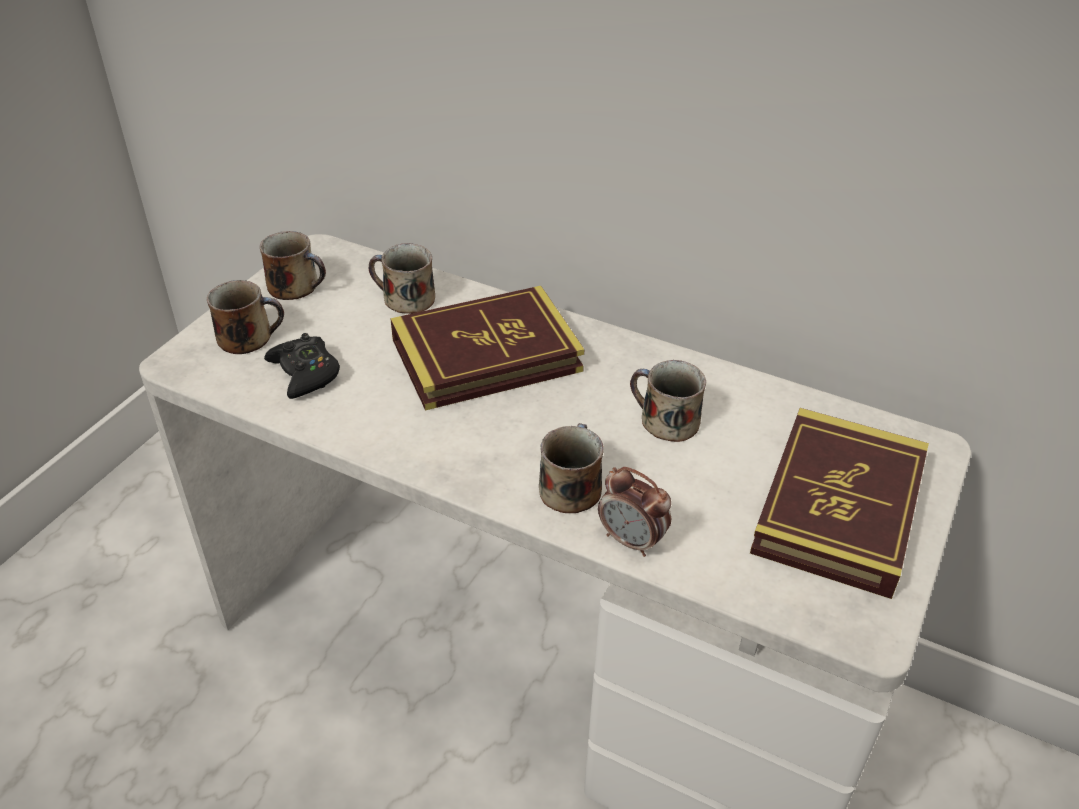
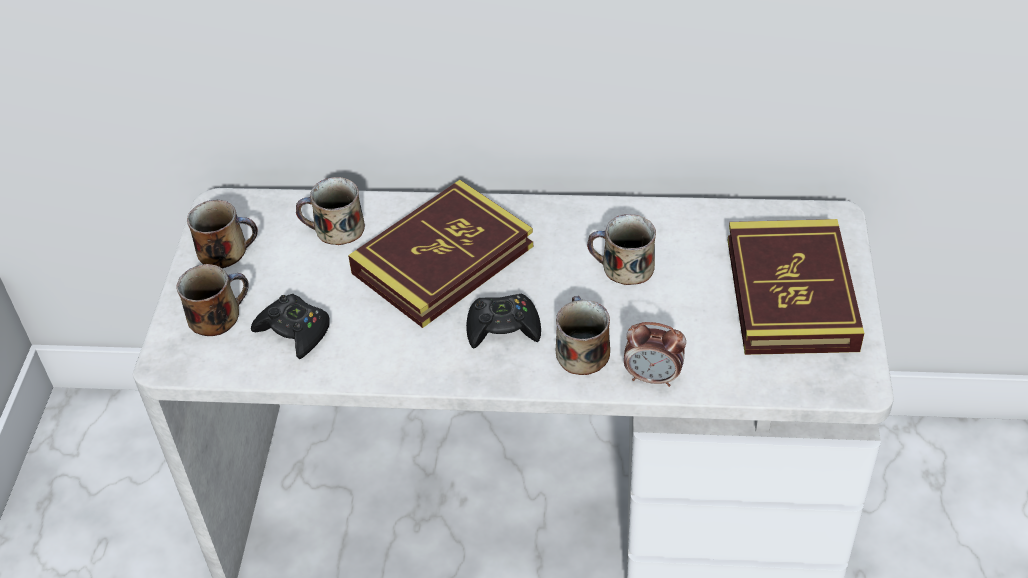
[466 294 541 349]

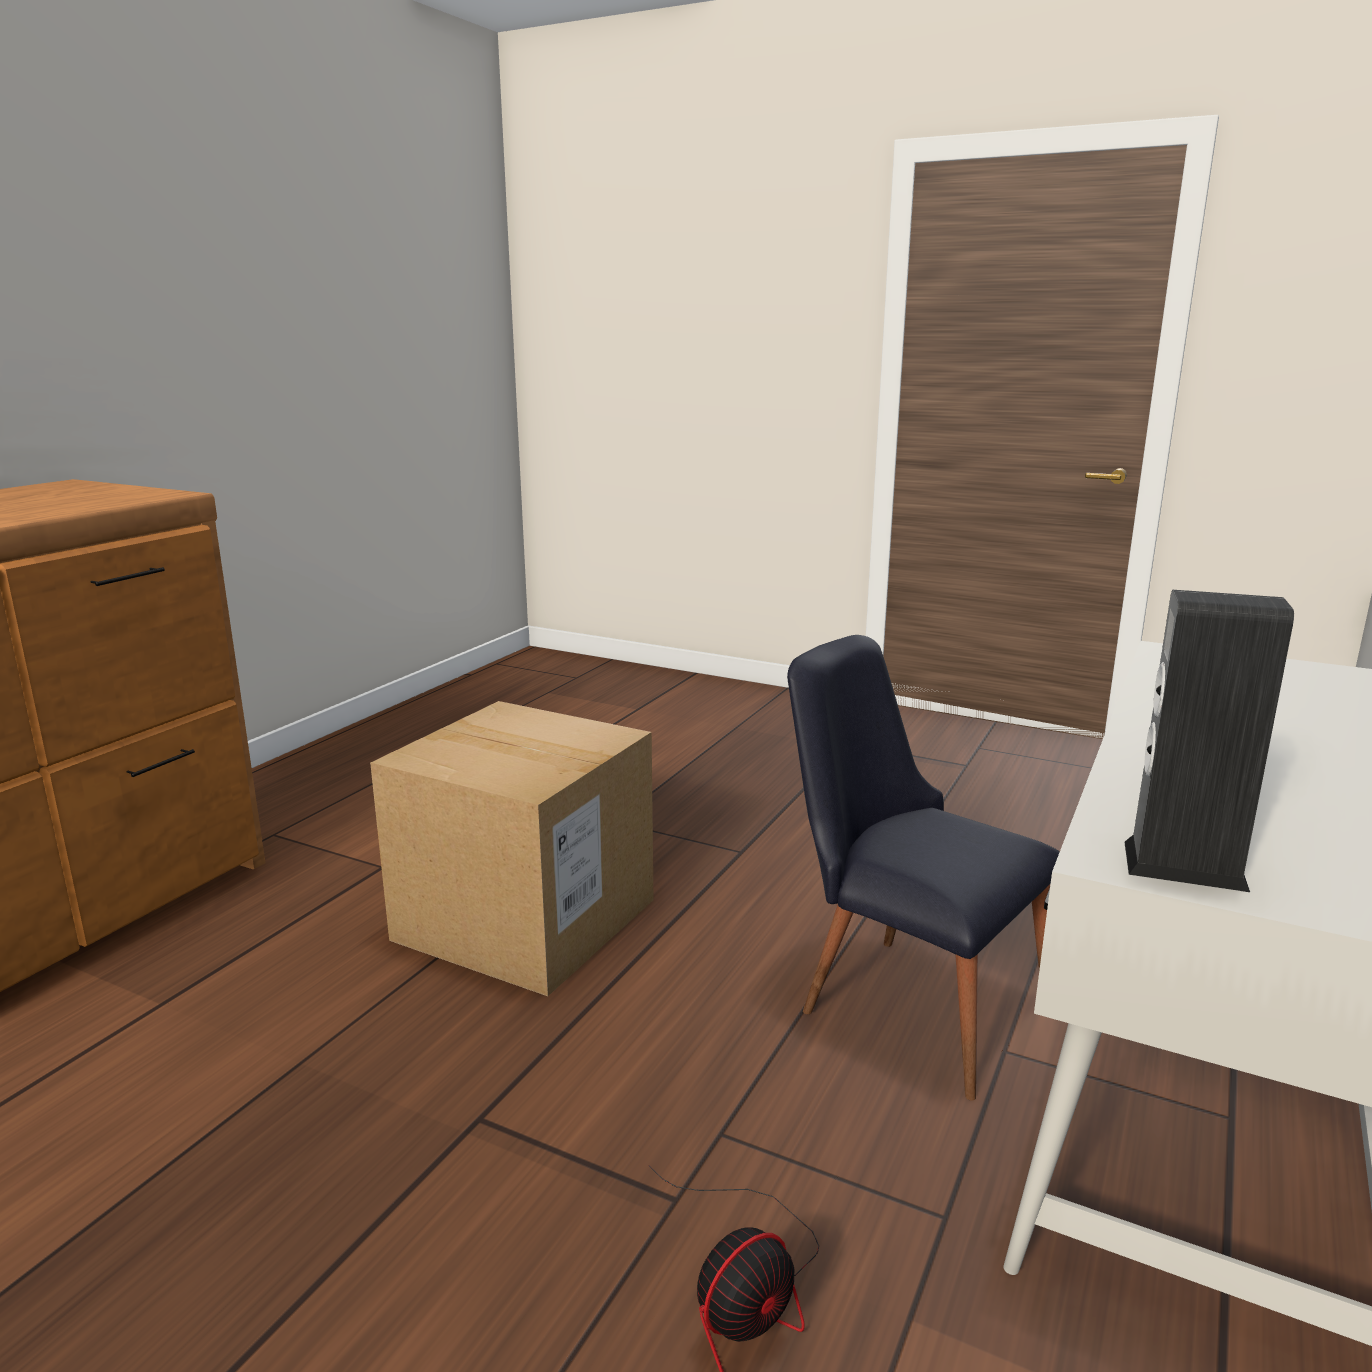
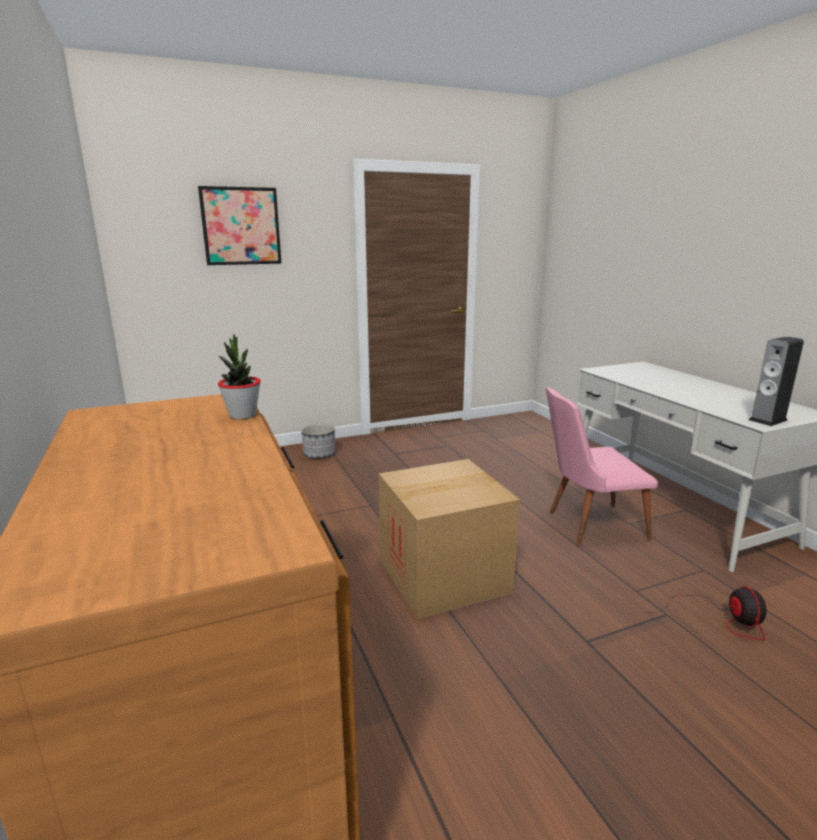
[198 186 282 265]
[218 334 261 419]
[301 424 335 459]
[546 387 658 546]

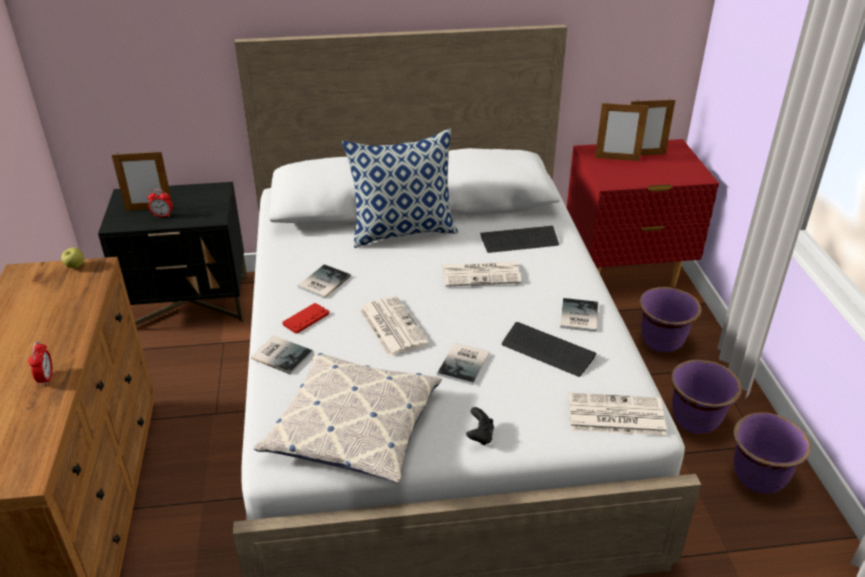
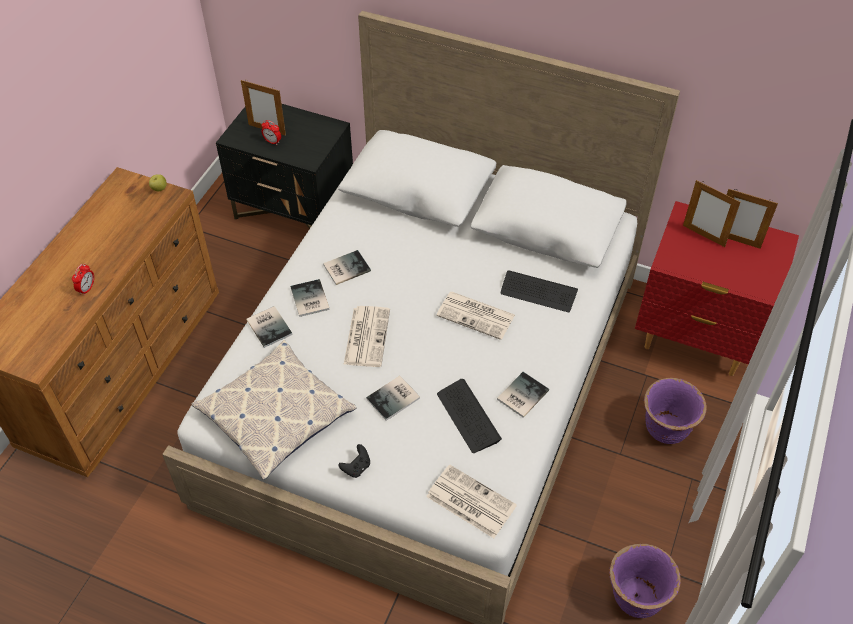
[342 129 458 248] (first image)
[671 360 742 434] (first image)
[290 279 329 317]

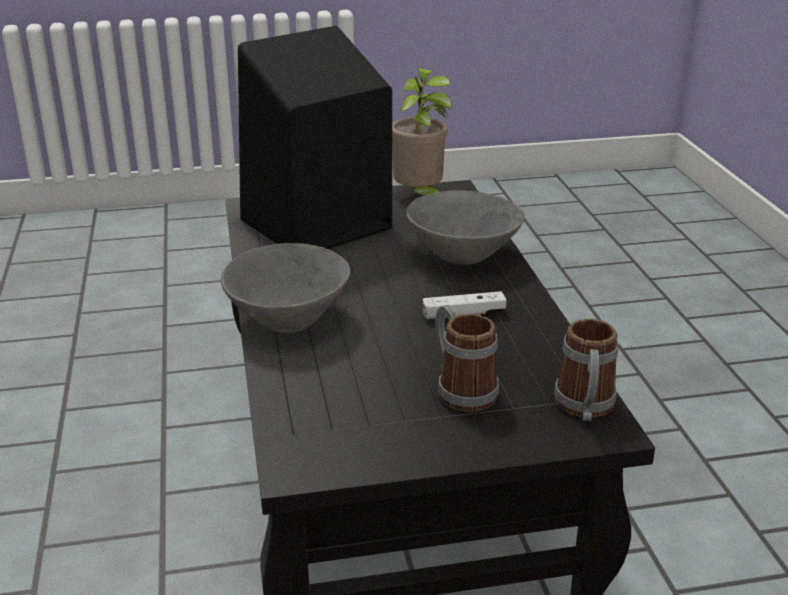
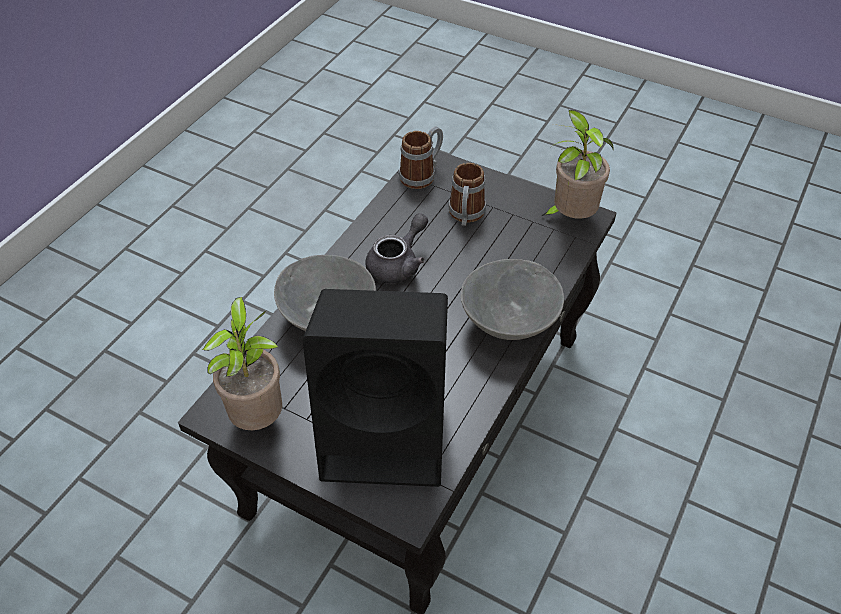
[541 110 614 219]
[365 213 428 284]

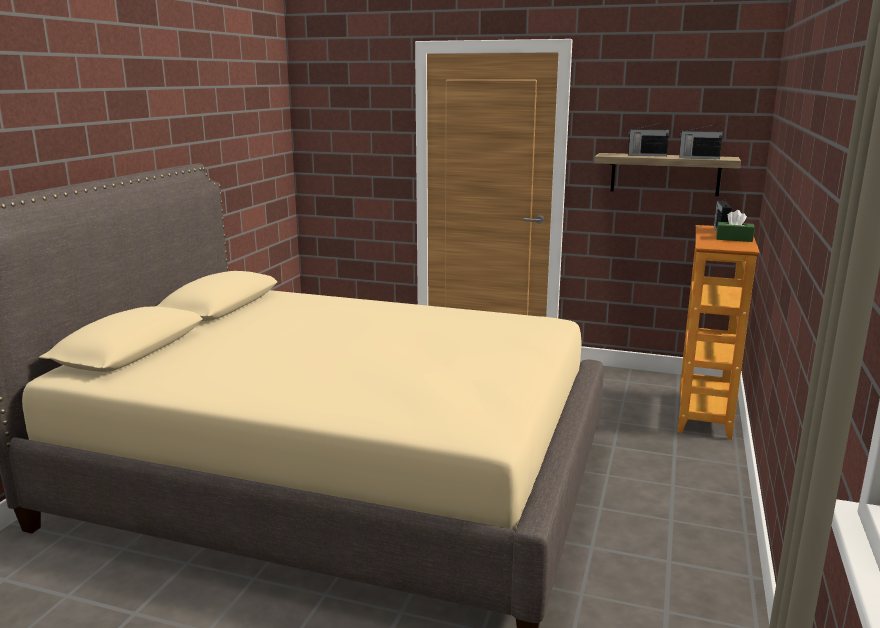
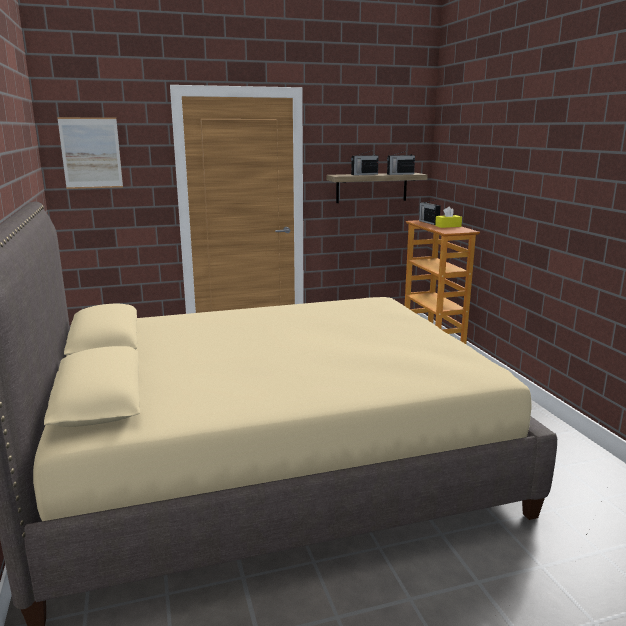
[57 117 123 189]
[435 206 462 228]

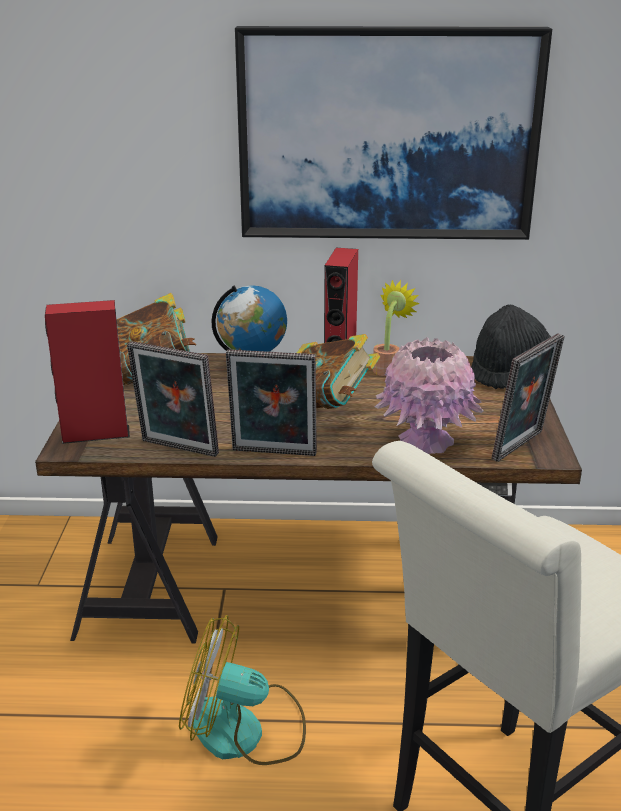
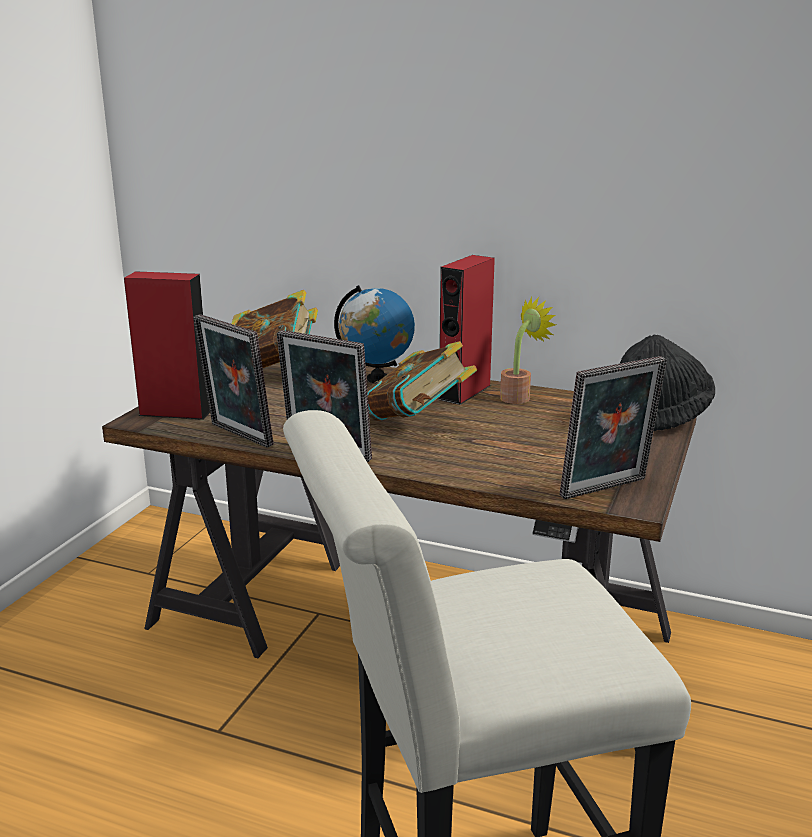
[179 615 306 765] (first image)
[235 26 552 240] (first image)
[375 337 483 454] (first image)

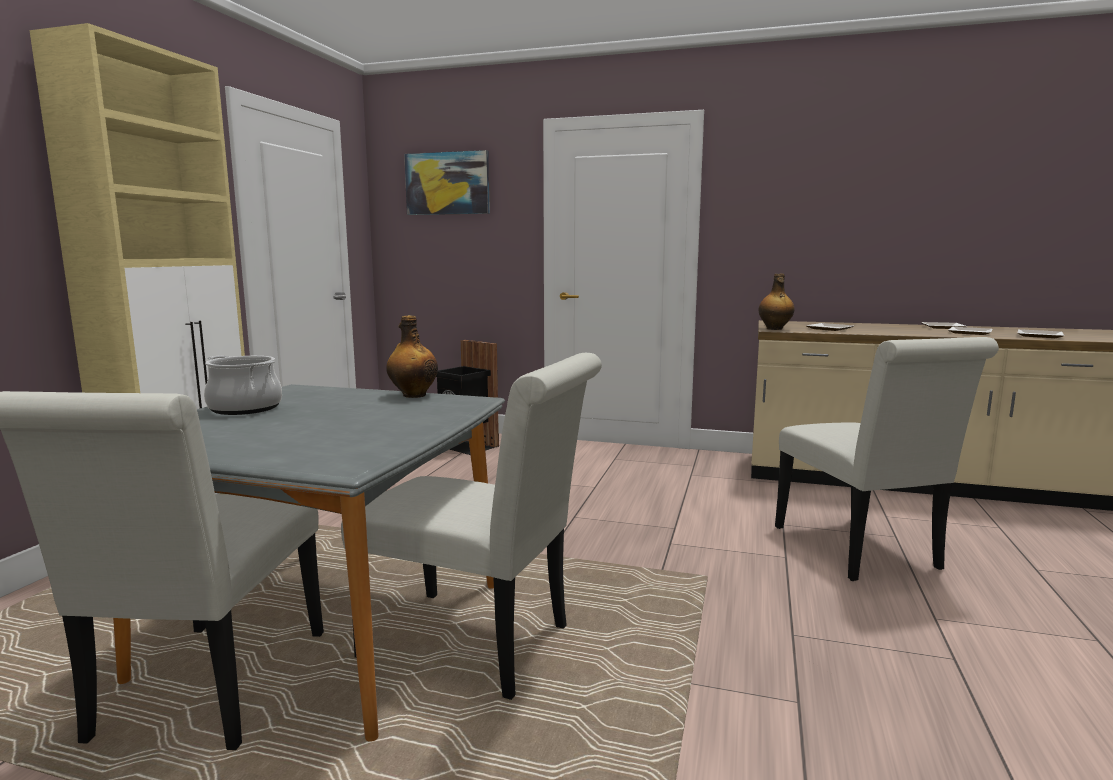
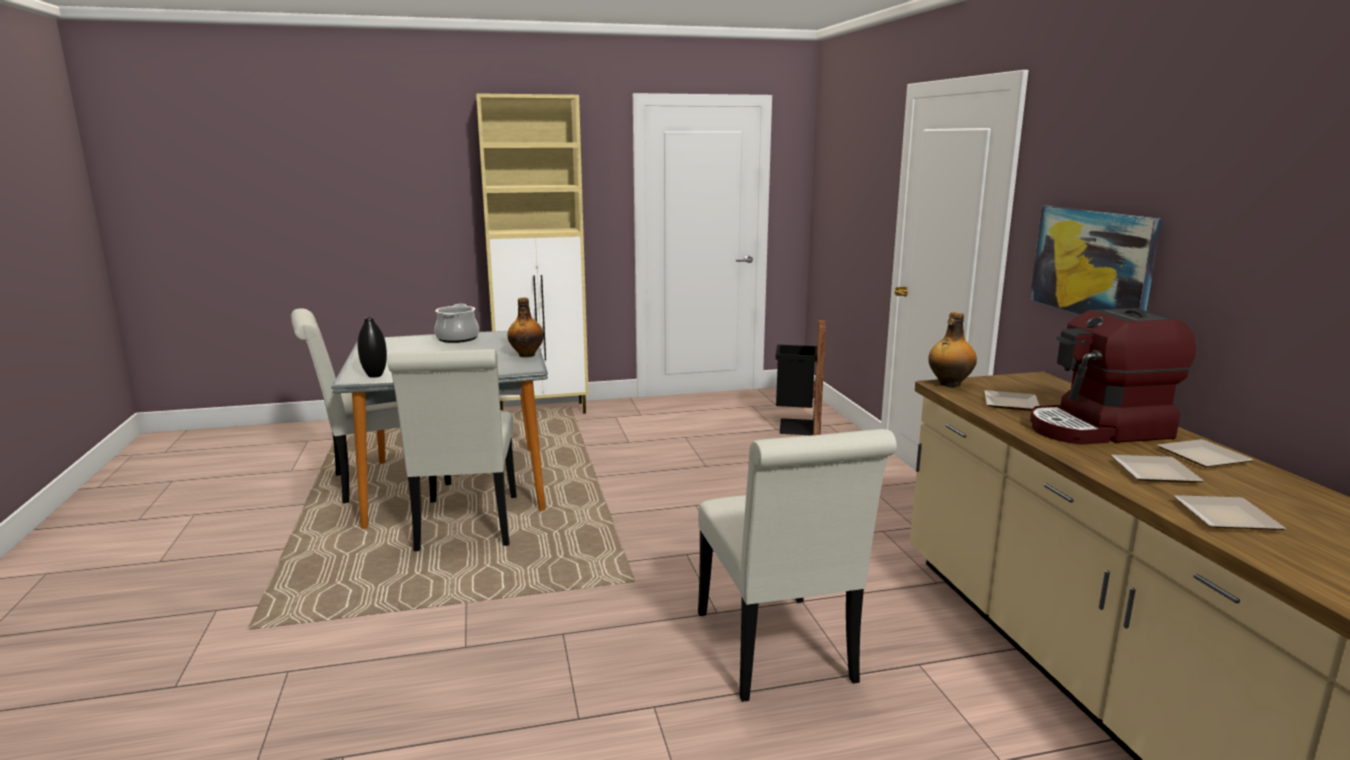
[358 317 387 378]
[1030 308 1196 445]
[1030 206 1162 315]
[698 429 897 702]

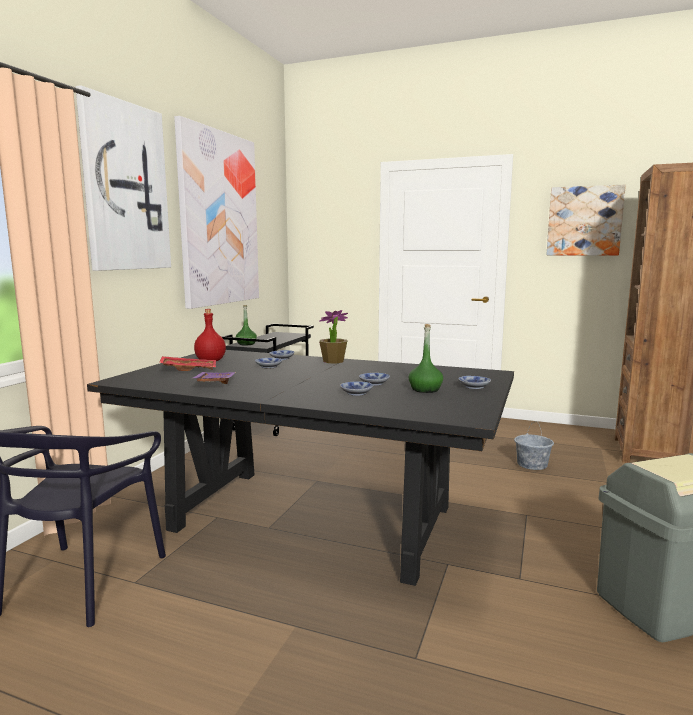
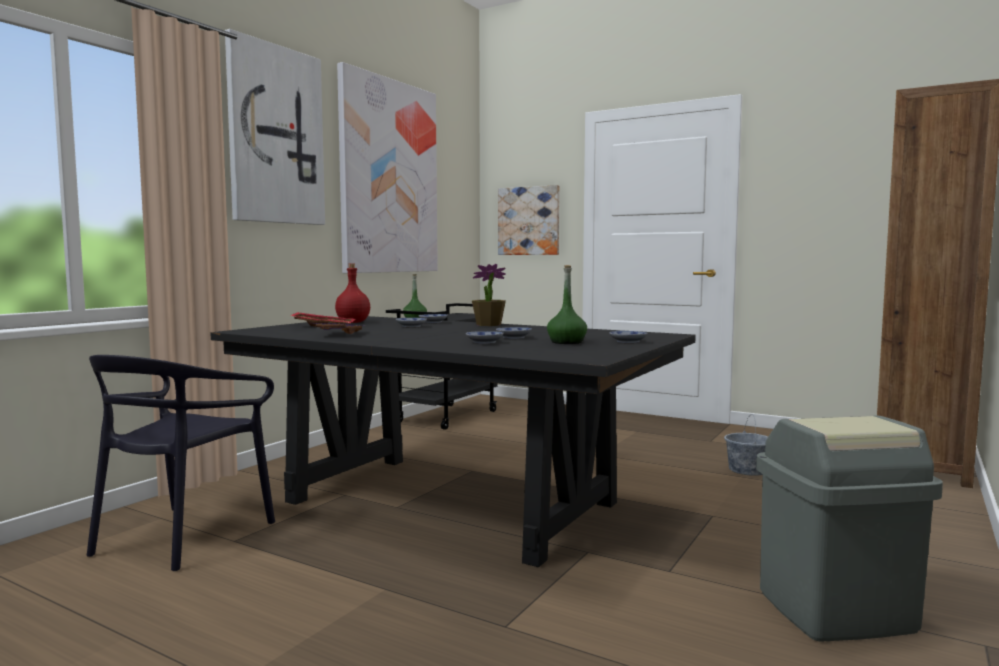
[498 185 560 255]

